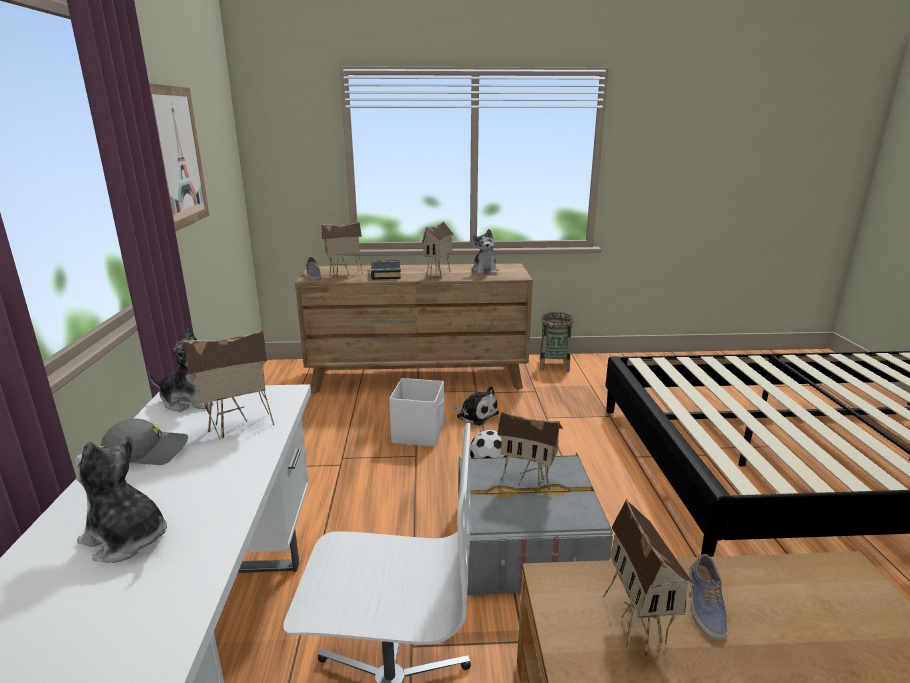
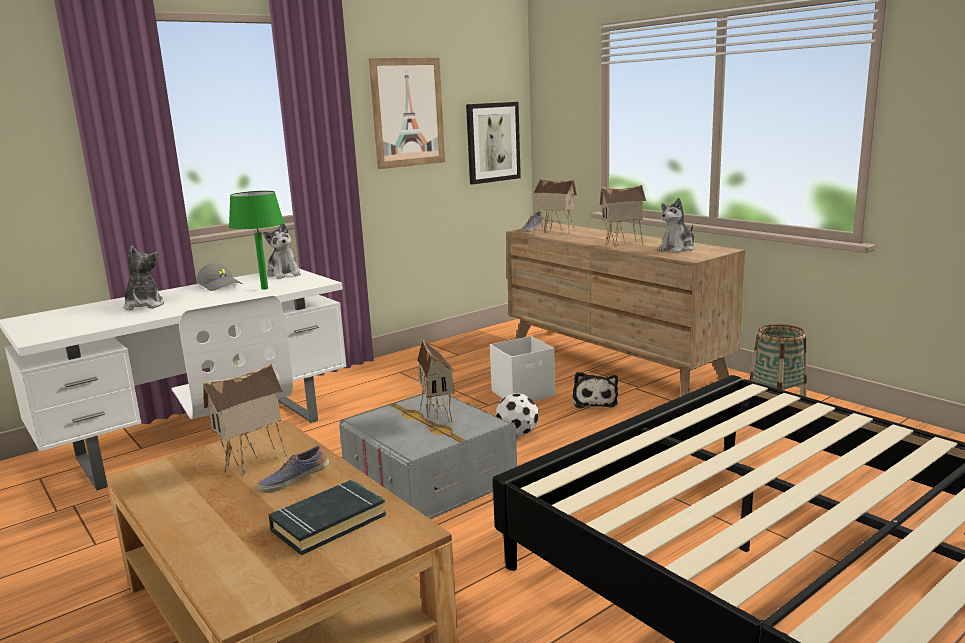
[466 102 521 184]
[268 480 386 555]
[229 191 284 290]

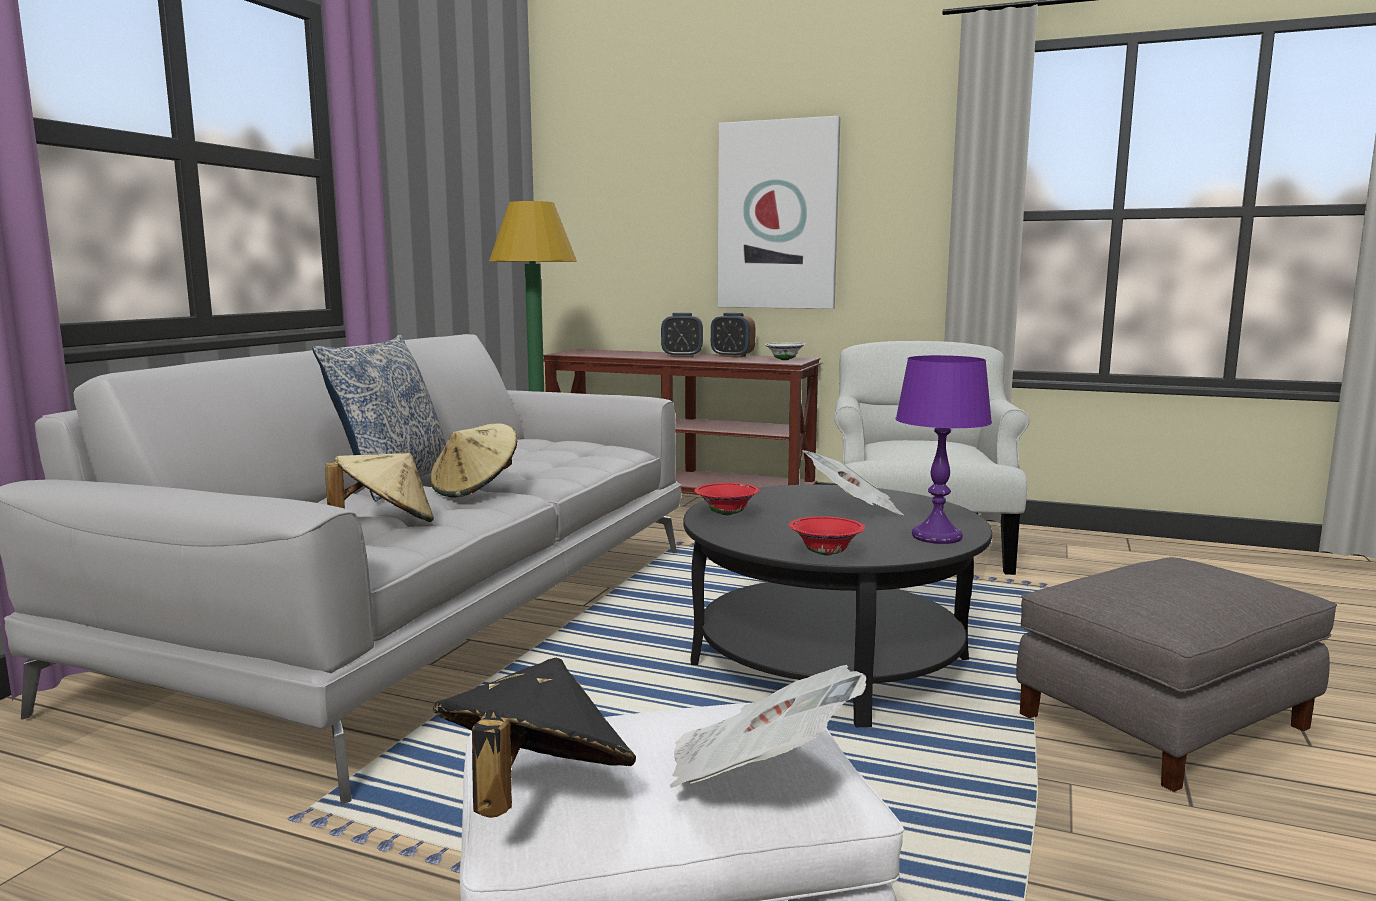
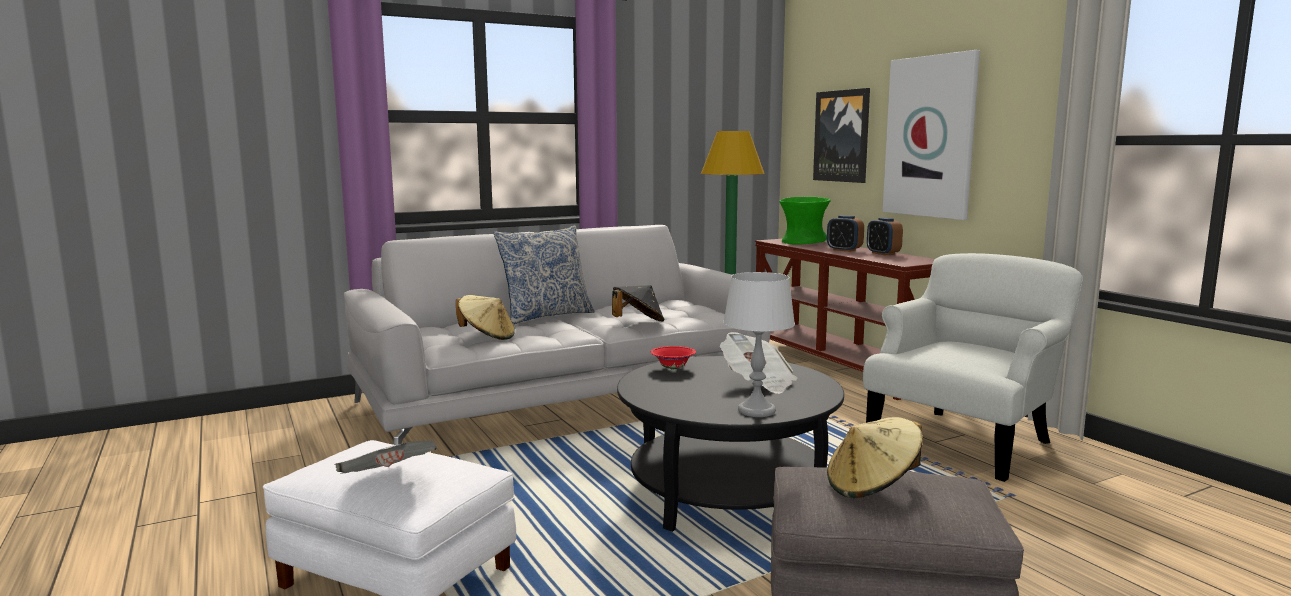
[764 342 805 360] (first image)
[789 516 865 555] (first image)
[780 197 831 245]
[813 88 870 183]
[827 417 923 498]
[612 285 664 321]
[723 272 795 417]

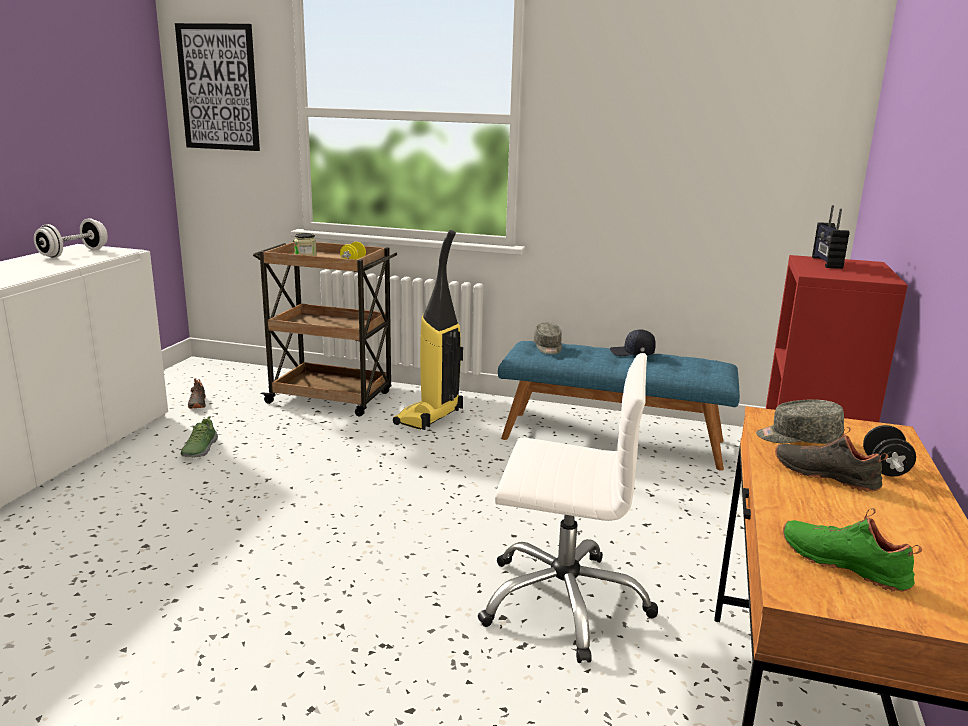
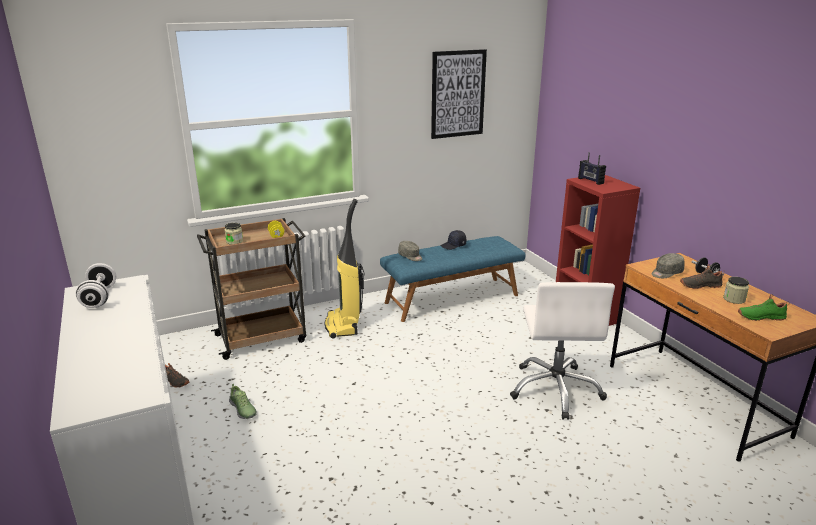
[723 277 749 304]
[431 49 487 139]
[510 282 615 420]

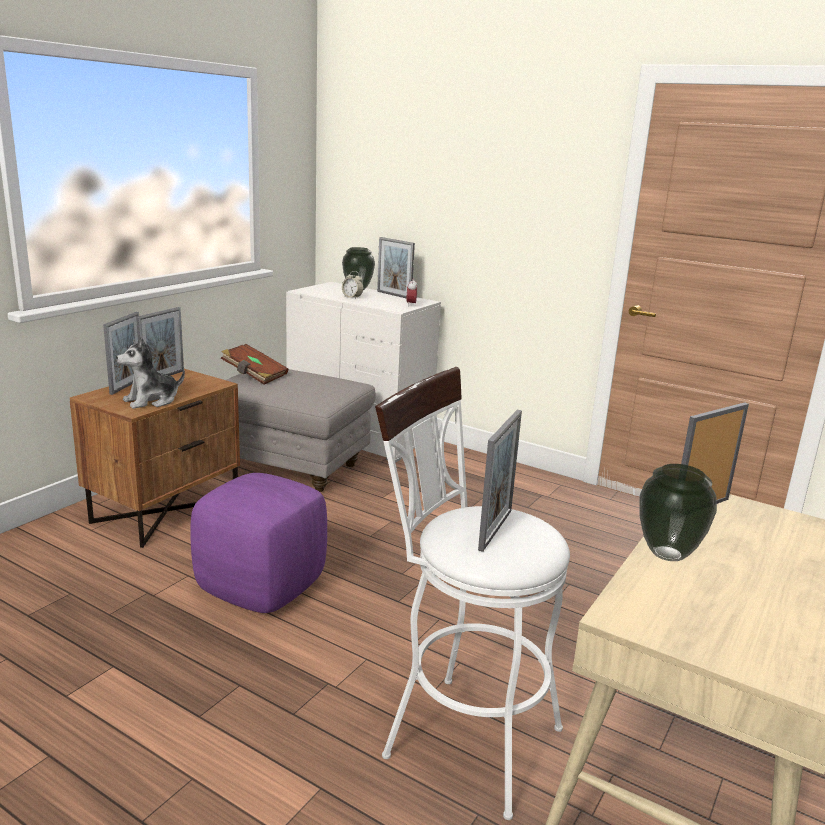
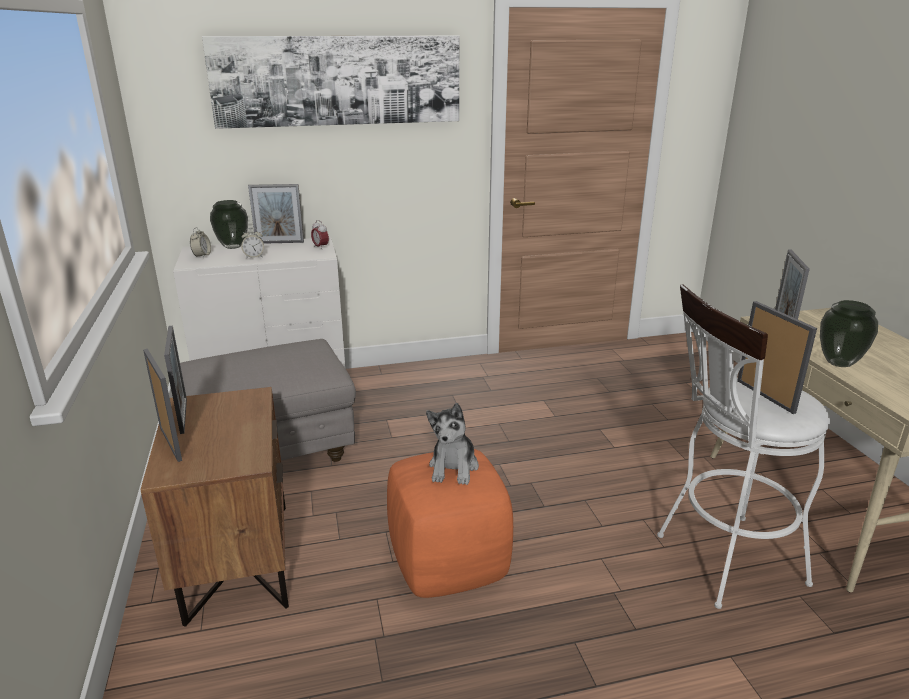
[221 344 288 385] (first image)
[190 227 211 258]
[202 35 459 129]
[426 403 479 485]
[387 449 513 598]

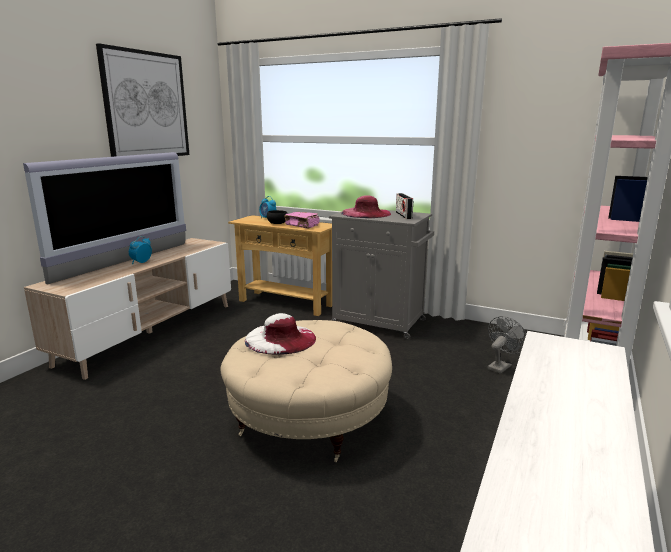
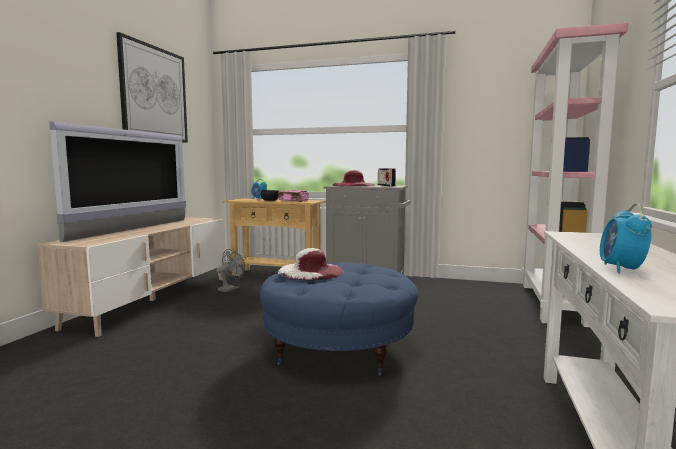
[600 203 652 274]
[216 249 245 292]
[260 262 418 376]

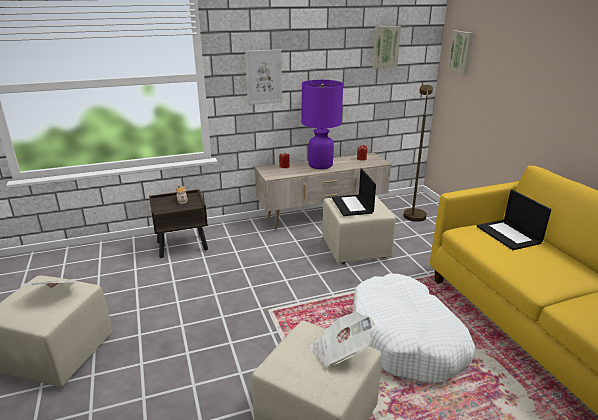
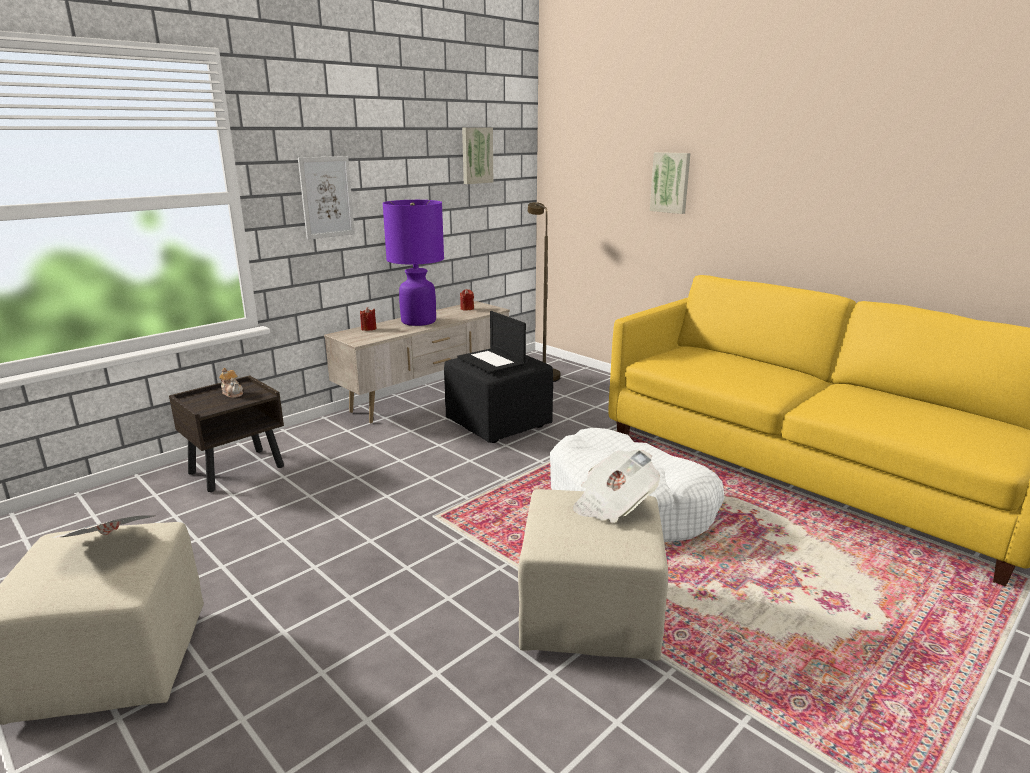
[477 189 551 250] (first image)
[650 152 690 214]
[444 355 553 443]

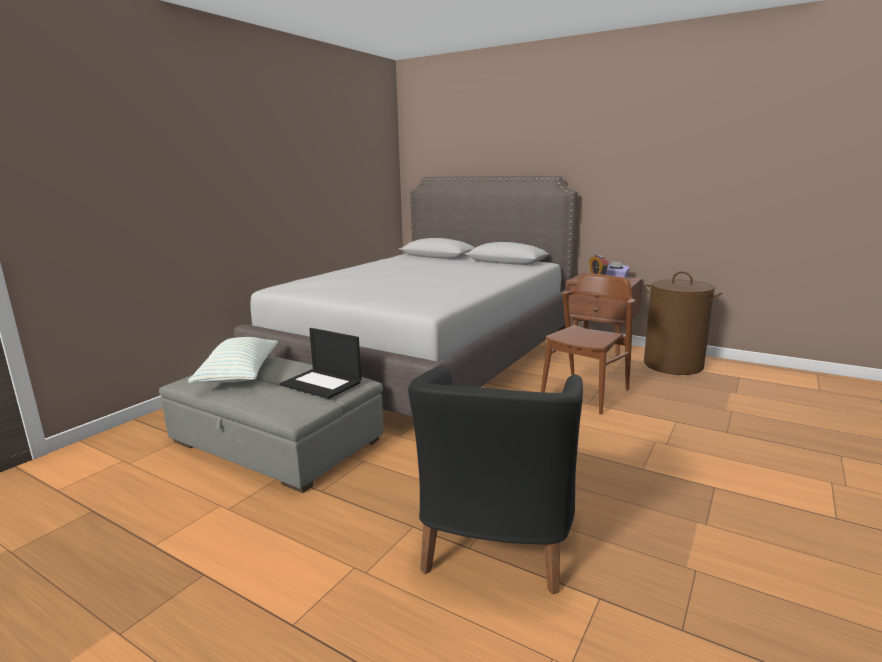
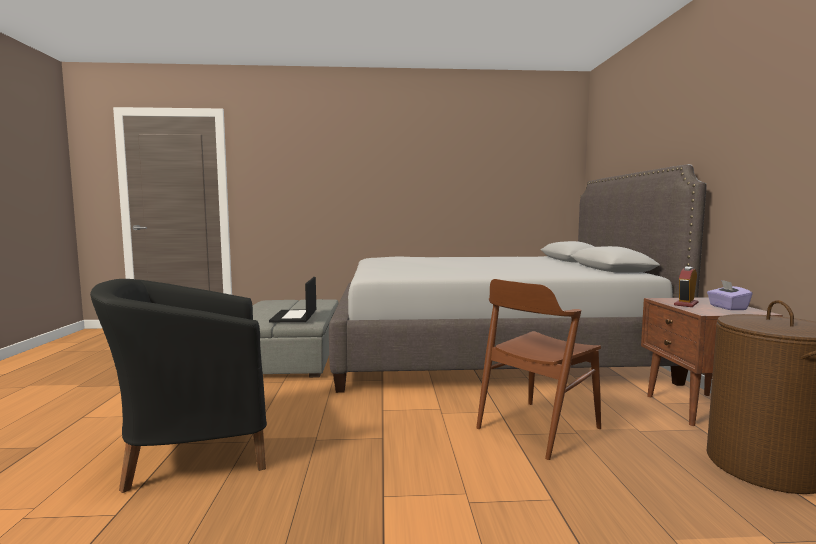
[188 337 278 384] (first image)
[476 279 601 460]

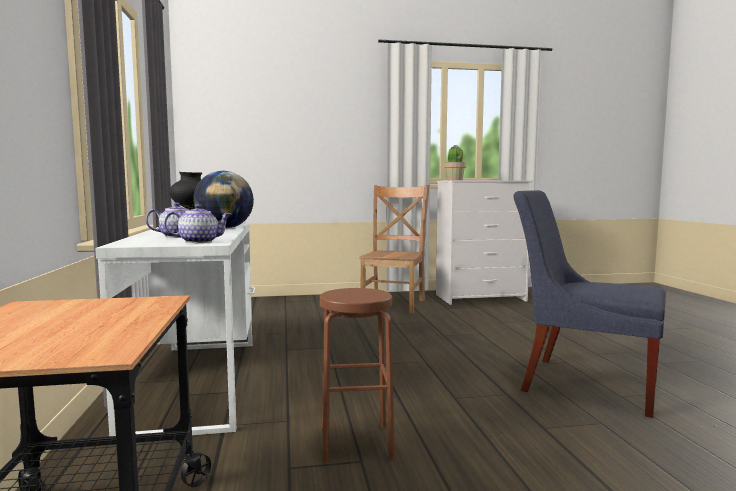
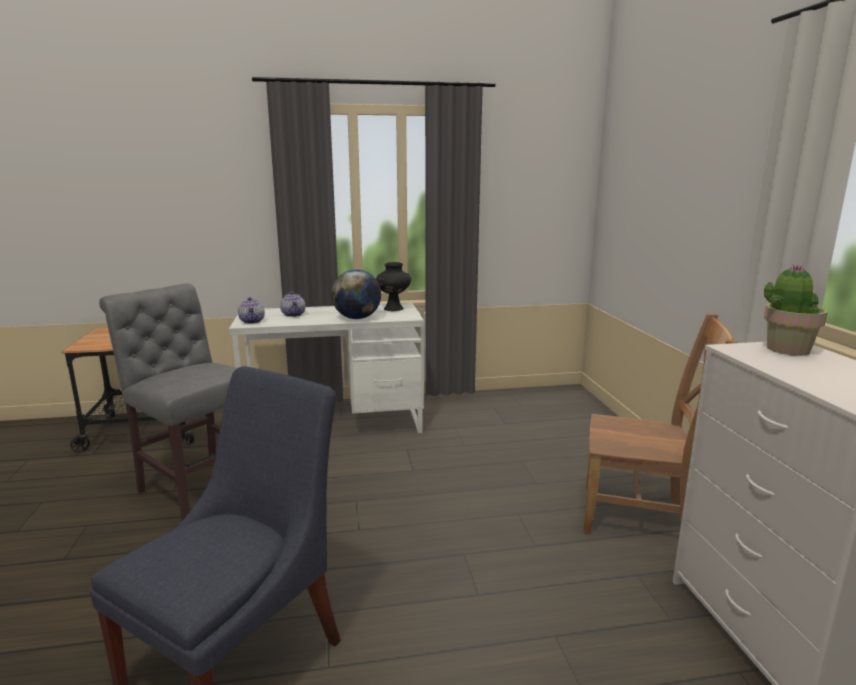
[99 284 237 521]

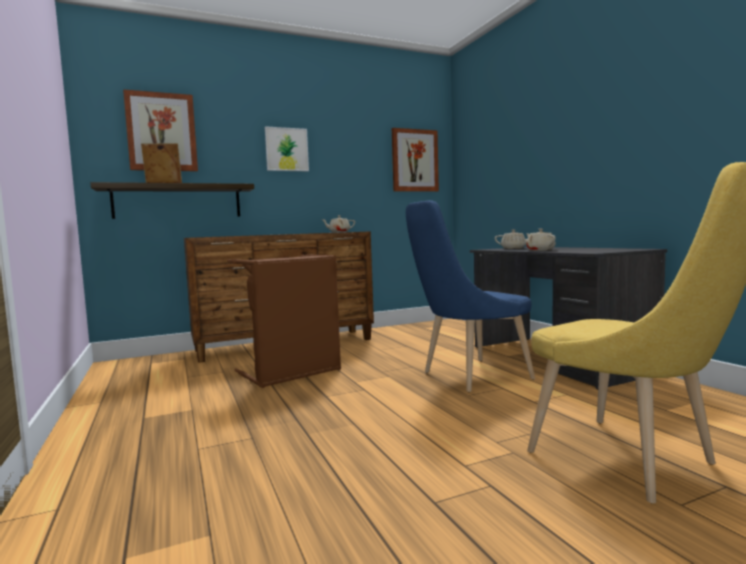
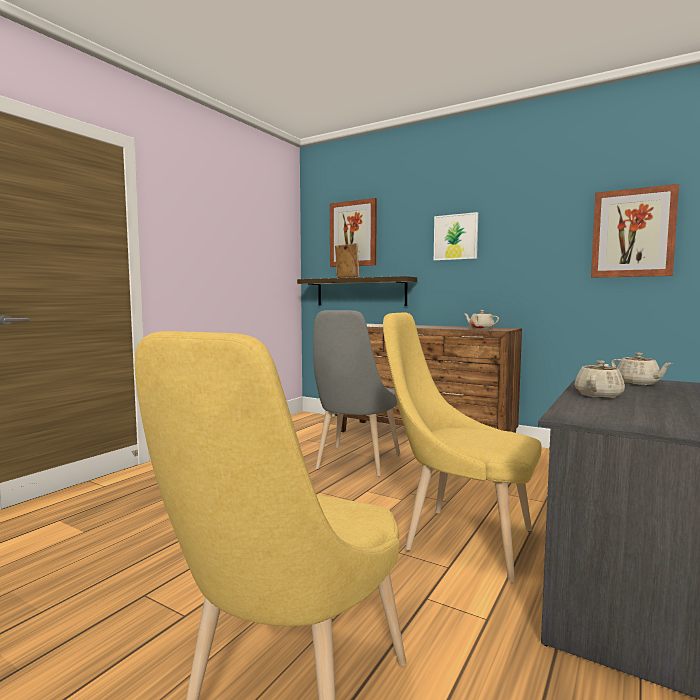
[313 310 400 477]
[383 312 542 582]

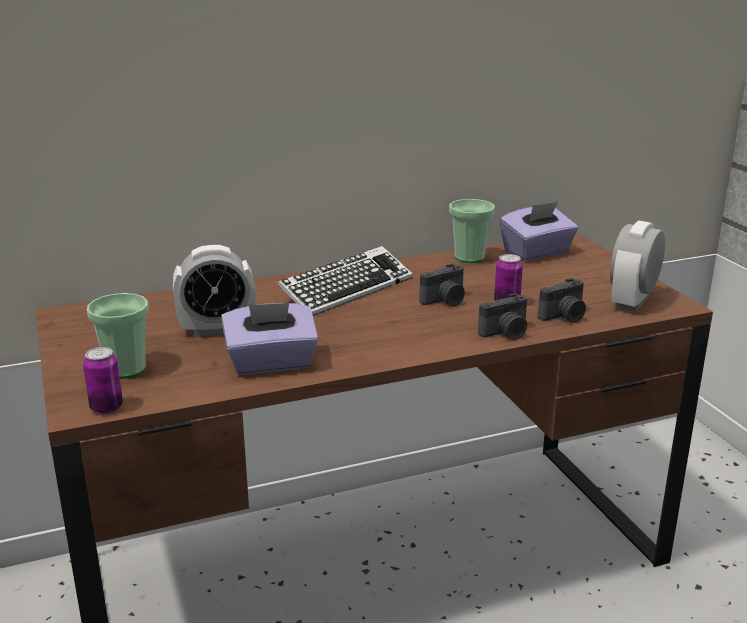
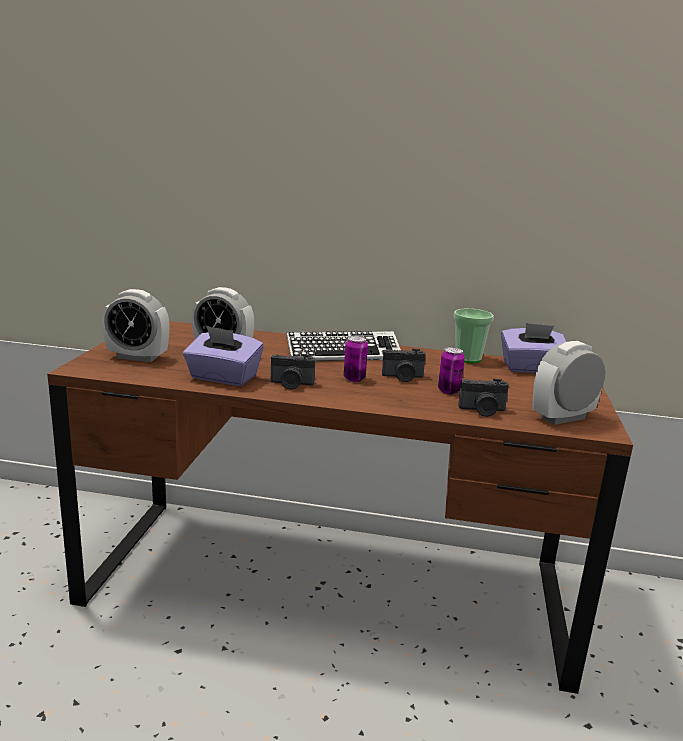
[344 336 368 382]
[271 354 315 390]
[102 289 169 362]

